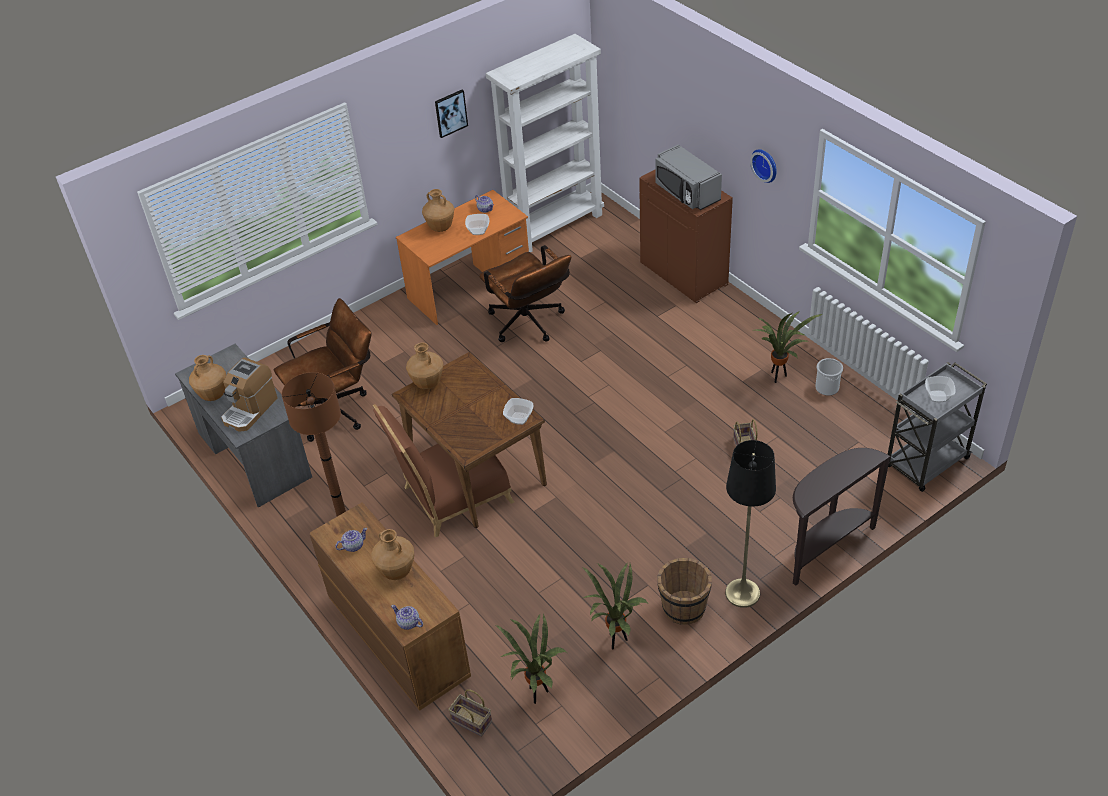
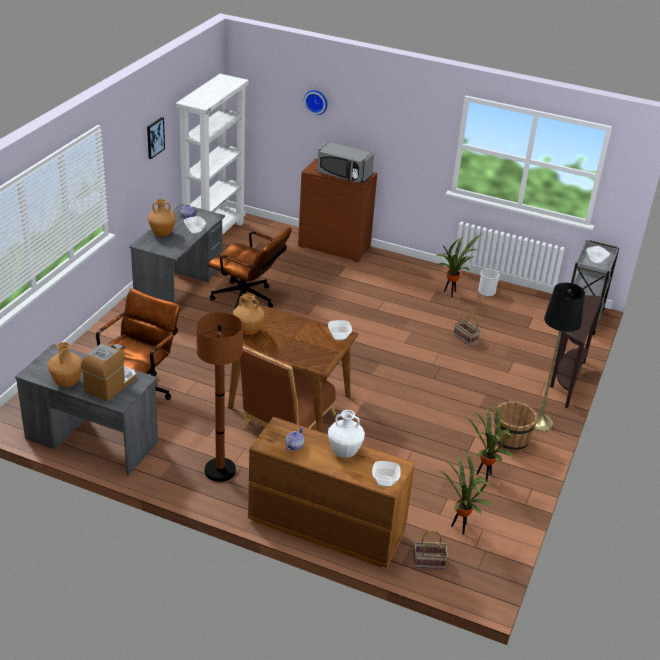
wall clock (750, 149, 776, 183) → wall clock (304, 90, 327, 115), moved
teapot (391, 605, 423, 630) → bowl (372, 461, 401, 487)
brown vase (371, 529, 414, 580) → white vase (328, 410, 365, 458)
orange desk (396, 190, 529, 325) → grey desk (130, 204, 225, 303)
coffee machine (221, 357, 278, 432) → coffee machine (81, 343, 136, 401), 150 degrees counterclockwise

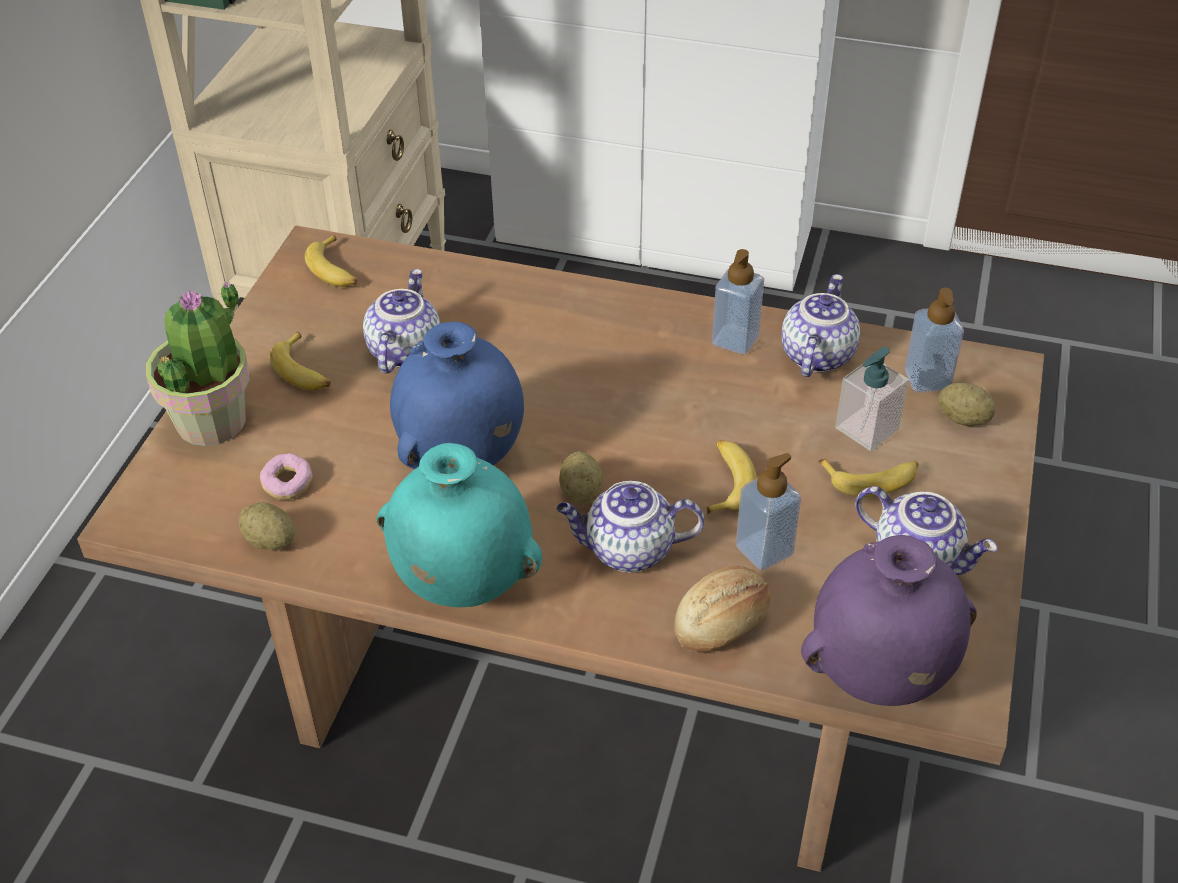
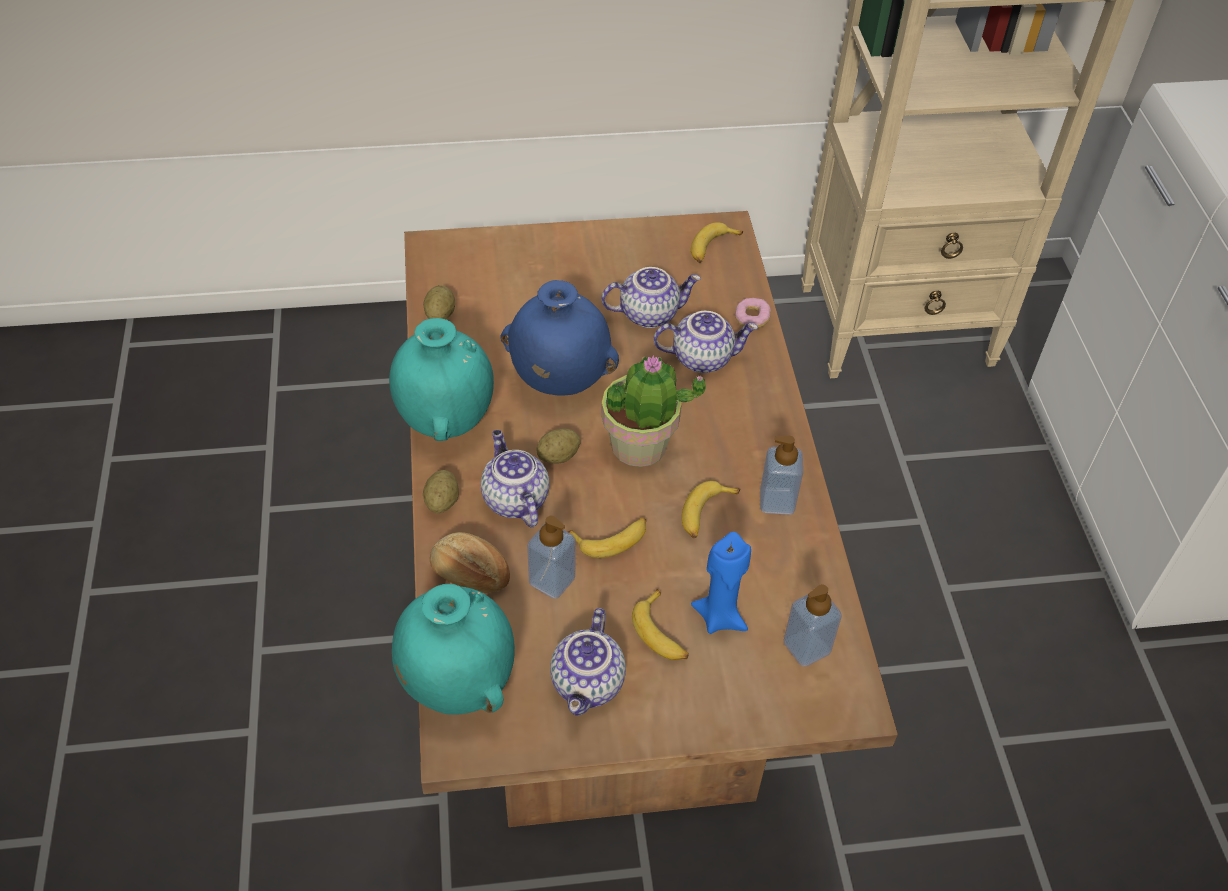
potted plant (146, 281, 250, 446) → potted plant (601, 355, 706, 467), moved
donut (260, 453, 312, 500) → donut (735, 298, 771, 328), moved
banana (270, 331, 331, 391) → banana (682, 481, 740, 538), moved
teapot (781, 274, 860, 377) → teapot (654, 311, 758, 373), moved
potato (938, 383, 996, 426) → potato (423, 470, 459, 514), moved
soap dispenser (835, 347, 909, 451) → blue candle (691, 532, 751, 634)
purple vase (801, 535, 977, 706) → turquoise vase (392, 584, 515, 715)

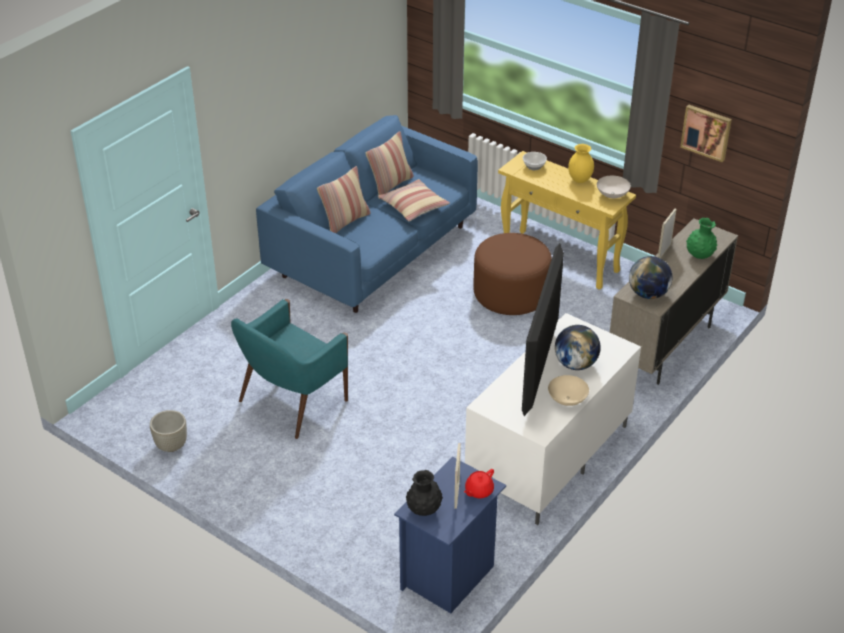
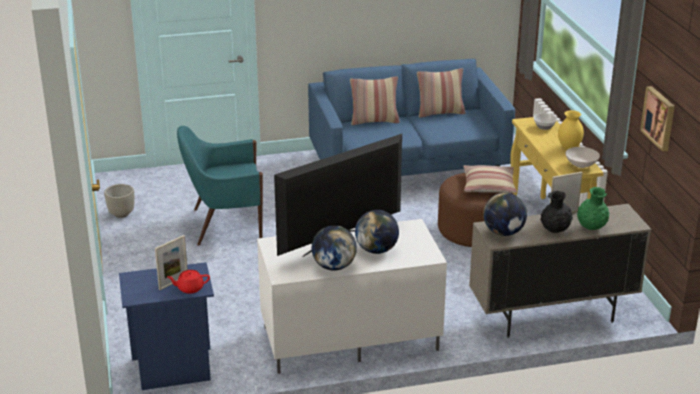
pillow (378, 179, 450, 221) → pillow (463, 165, 517, 193), moved
black vase (406, 470, 443, 516) → black vase (540, 191, 573, 233), moved
beige bowl (548, 375, 589, 406) → globe (312, 225, 357, 271)

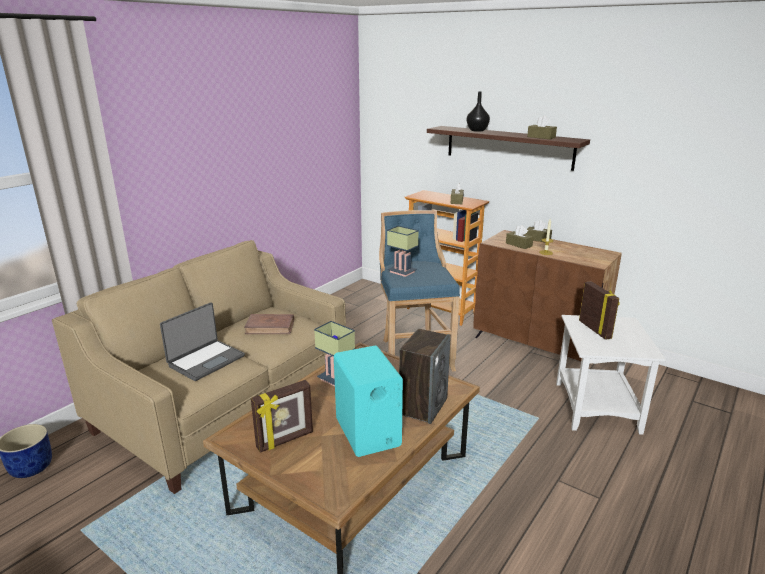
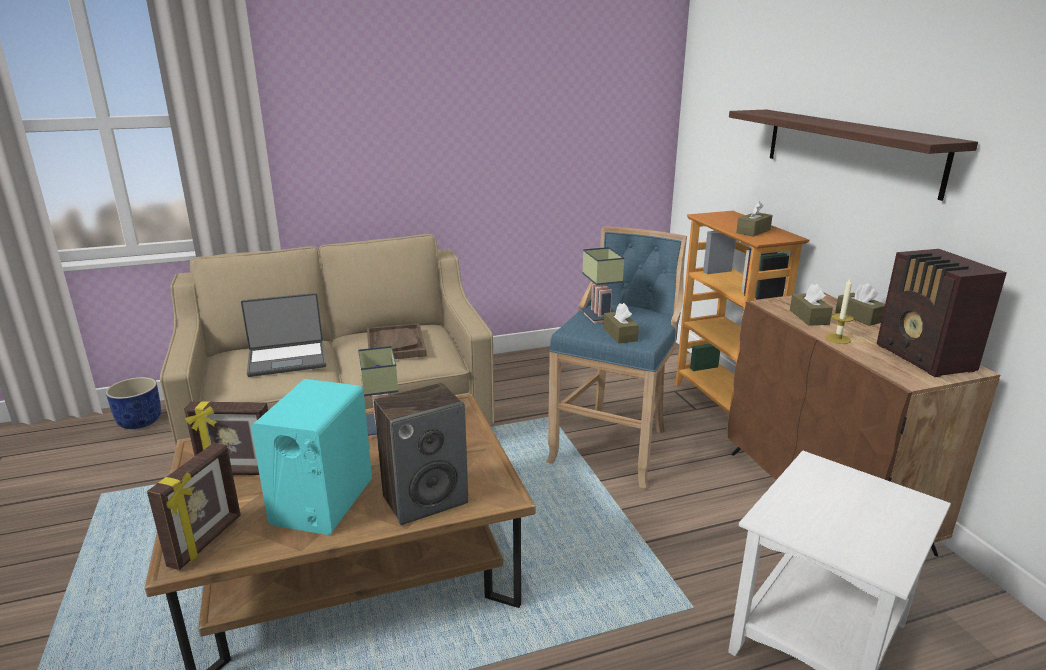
black vase (467, 91, 490, 132) → -
- → radio (877, 249, 1007, 377)
brown tissue box (527, 115, 557, 139) → brown tissue box (603, 303, 639, 344), moved
picture frame (579, 281, 620, 340) → picture frame (147, 442, 241, 570), moved
brown book (244, 314, 294, 334) → brown tray (367, 323, 427, 359)

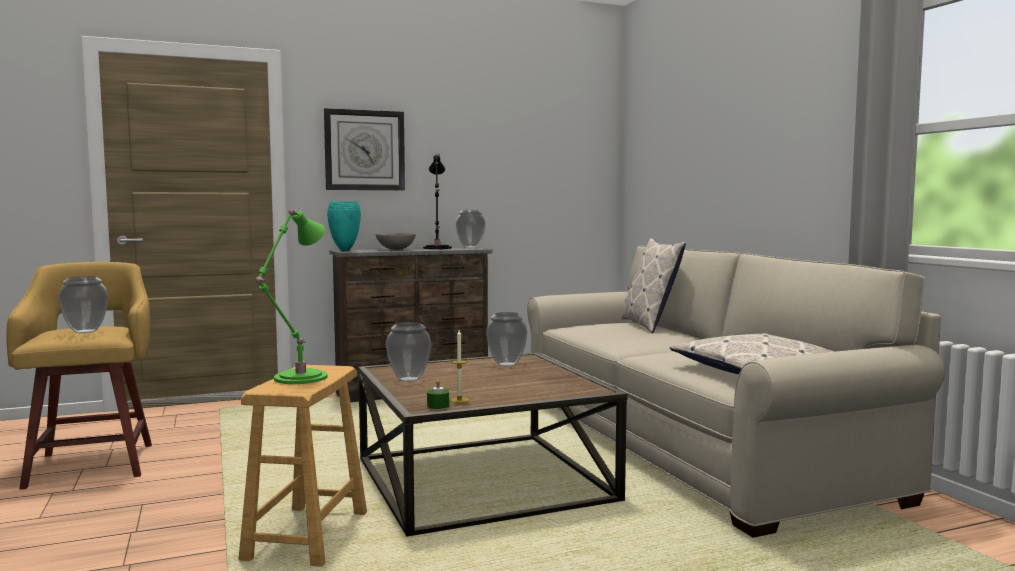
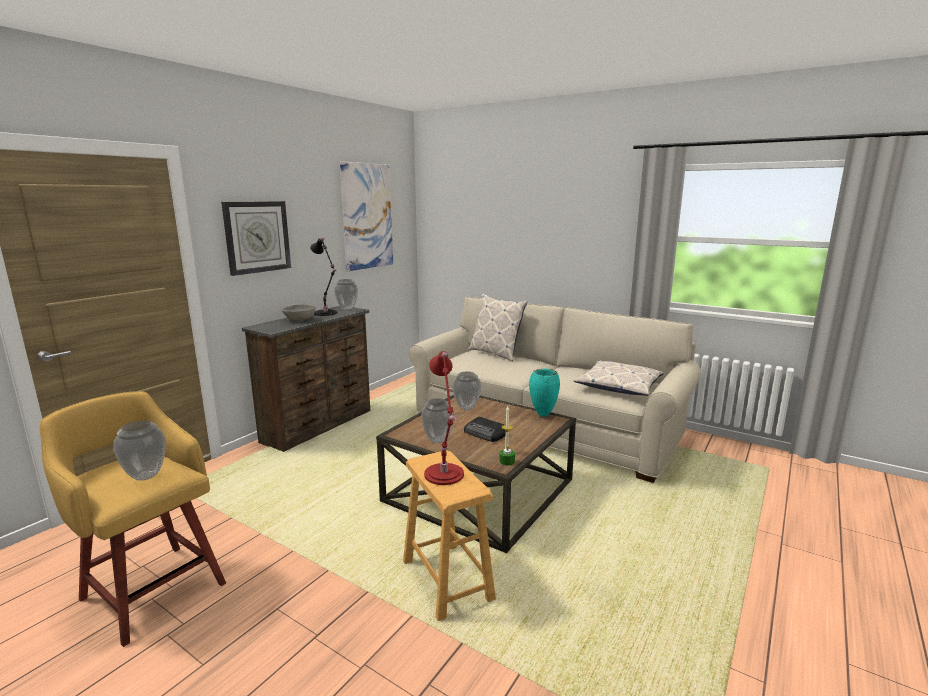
- → picture (340, 161, 393, 271)
- → radio (464, 417, 506, 442)
turquoise vase (327, 201, 361, 251) → turquoise vase (529, 368, 560, 417), moved
green table lamp (256, 209, 328, 384) → red table lamp (424, 351, 464, 485)

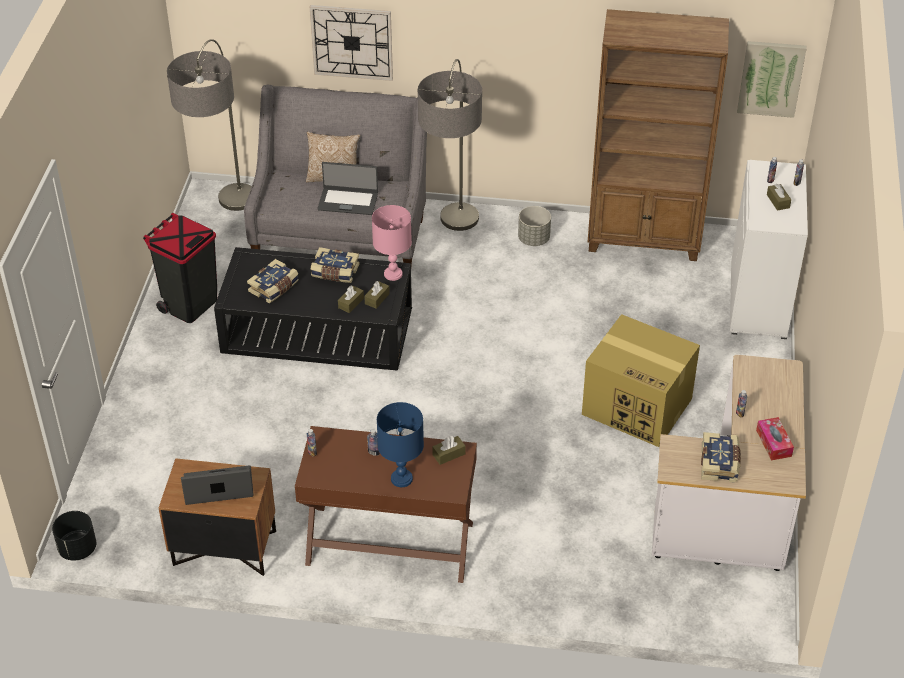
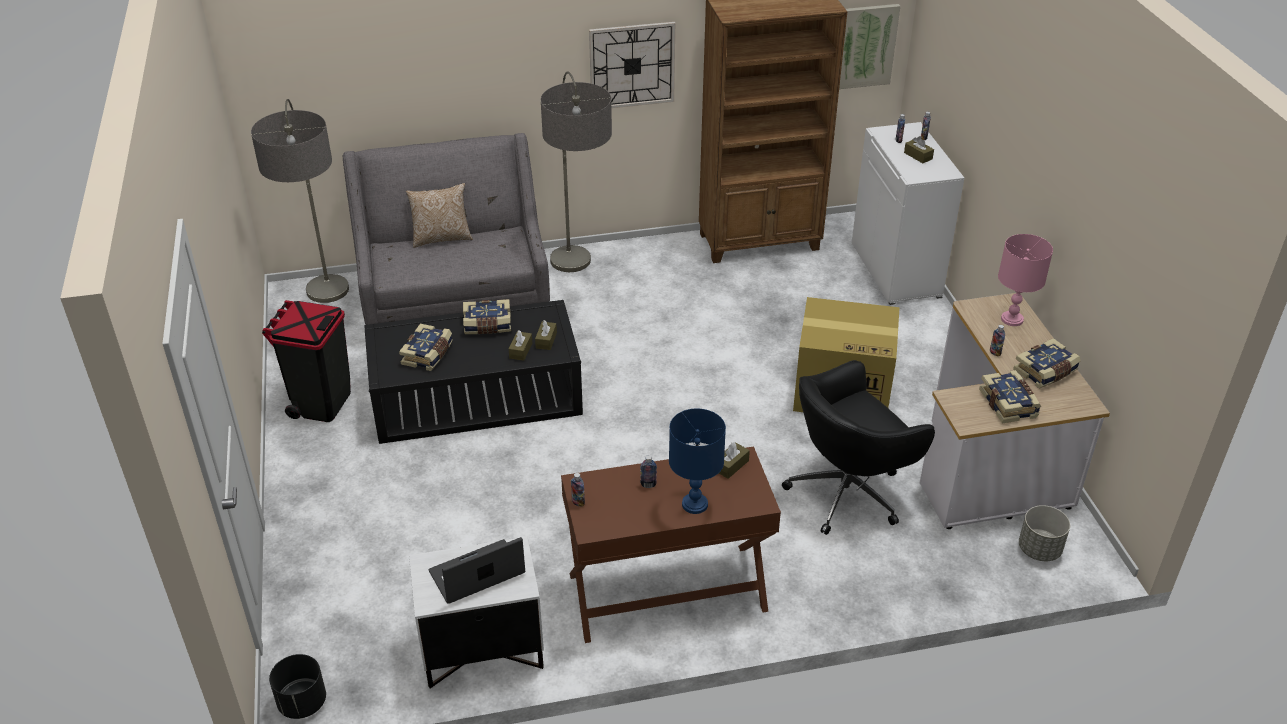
laptop (317, 162, 378, 215) → -
- → black office chair (782, 360, 935, 535)
wall clock (310, 5, 393, 81) → wall clock (589, 22, 675, 108), moved
pink table lamp (372, 205, 412, 281) → pink table lamp (998, 234, 1053, 326), moved
grey planter (518, 206, 551, 246) → grey planter (1019, 505, 1070, 561), moved
tissue box (756, 417, 794, 460) → book (1013, 338, 1080, 389)
brown nightstand (159, 458, 276, 576) → white nightstand (409, 537, 544, 688)

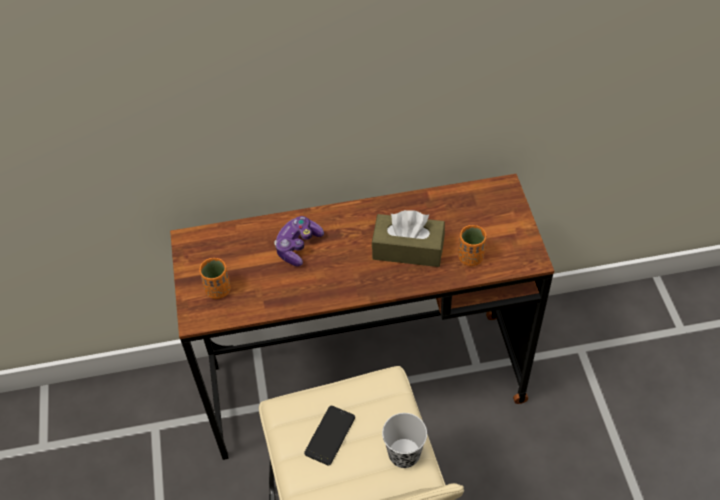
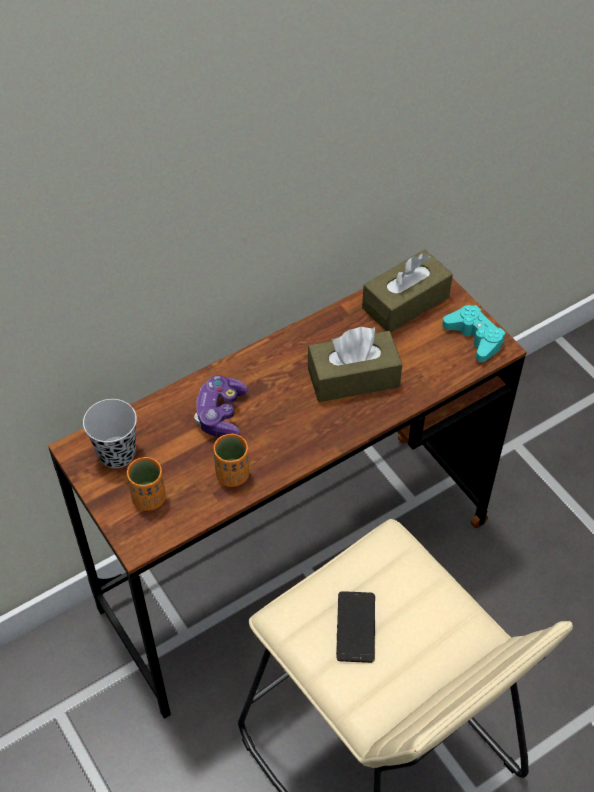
- → brown tissue box (362, 250, 453, 332)
- → turquoise game controller (442, 305, 505, 362)
black cup (382, 413, 427, 468) → black cup (83, 399, 137, 468), moved
orange cup (458, 225, 486, 266) → orange cup (213, 434, 249, 487), moved

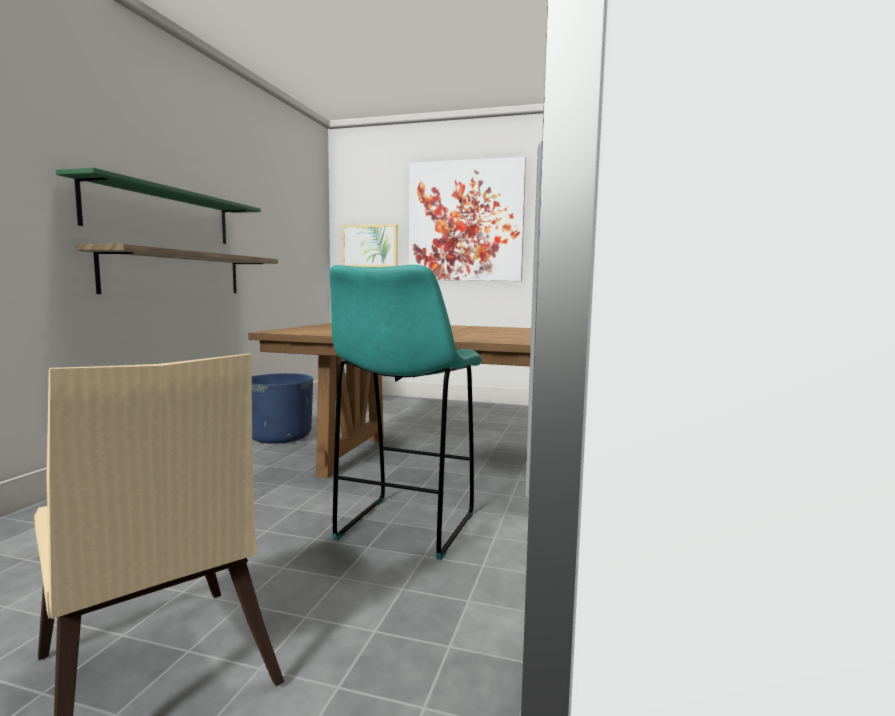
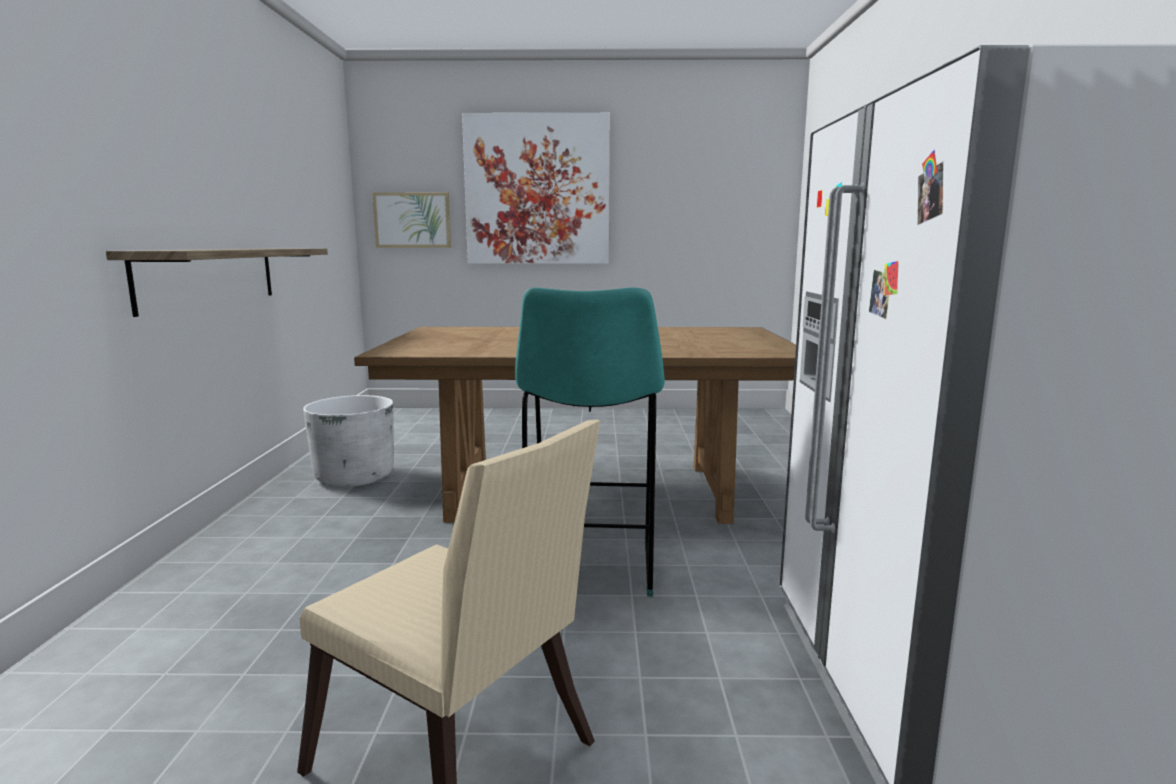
green shelf (56, 168, 261, 244) → -
blue planter (252, 373, 313, 444) → white planter (303, 395, 394, 487)

